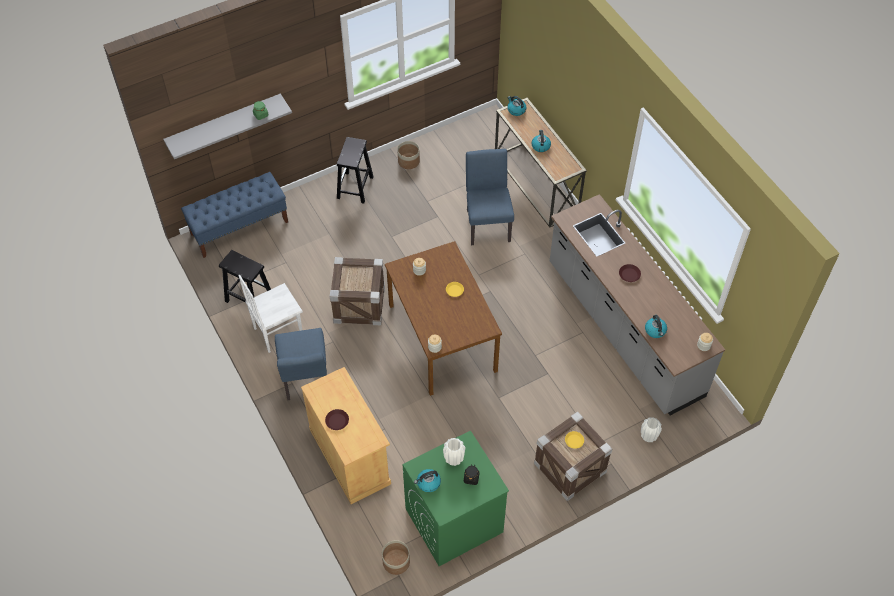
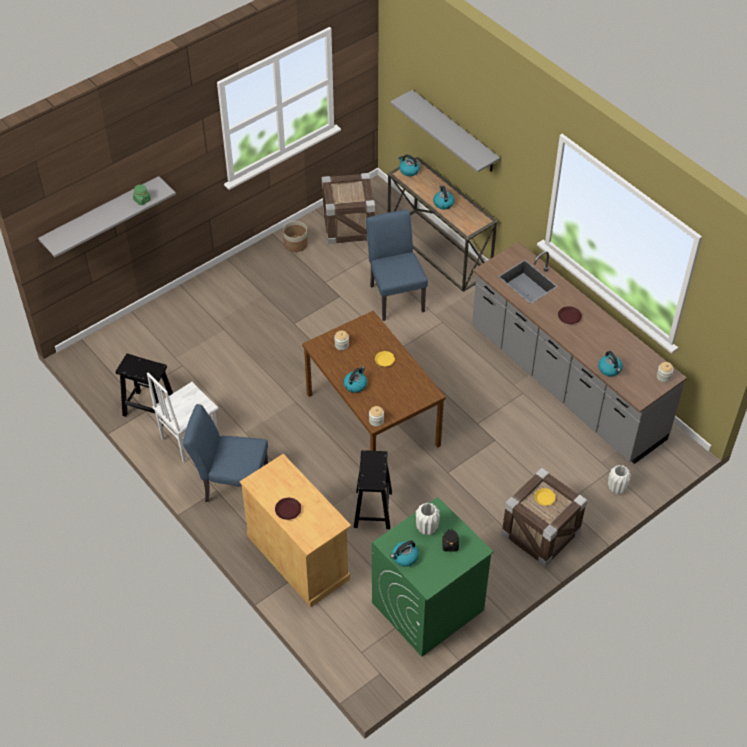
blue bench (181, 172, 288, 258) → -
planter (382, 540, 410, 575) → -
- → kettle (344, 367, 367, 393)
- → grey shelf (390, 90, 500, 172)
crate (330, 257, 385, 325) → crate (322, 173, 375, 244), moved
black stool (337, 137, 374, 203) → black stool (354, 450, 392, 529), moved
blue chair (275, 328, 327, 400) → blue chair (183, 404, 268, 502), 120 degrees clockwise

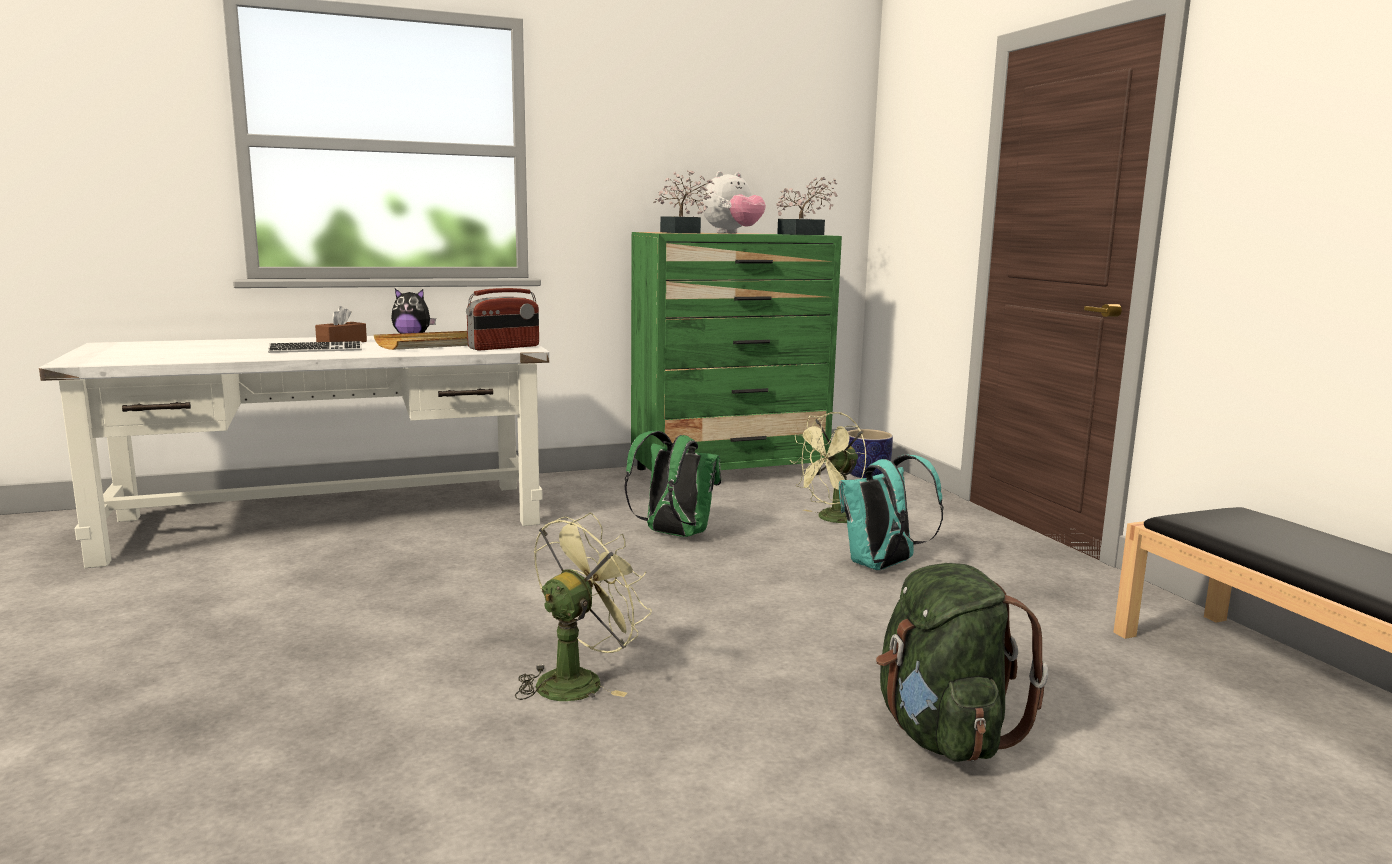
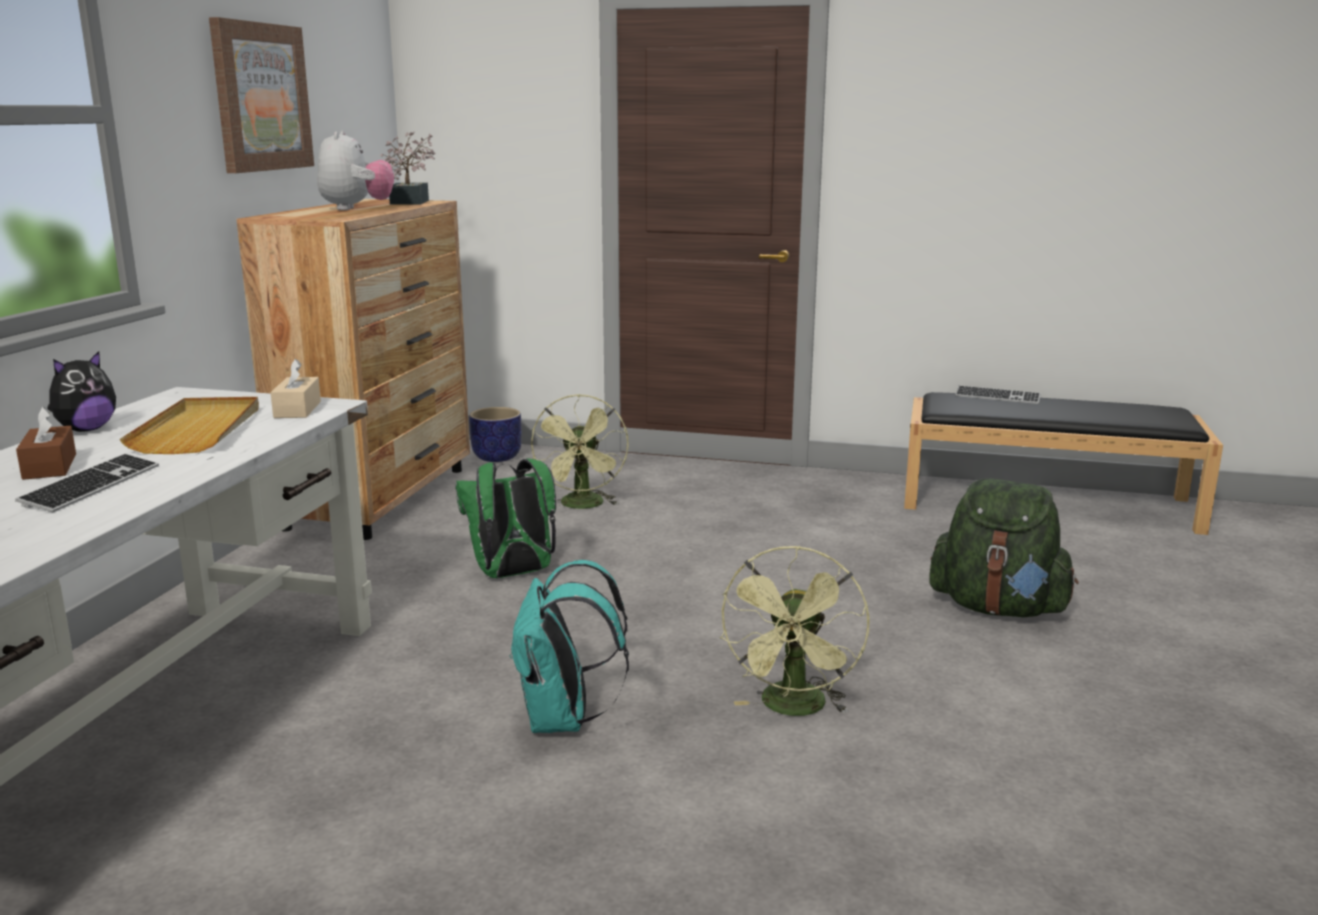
potted plant (653, 170, 714, 233) → -
- → picture (209, 17, 314, 173)
- → keyboard (955, 386, 1041, 404)
turquoise backpack (839, 455, 944, 570) → turquoise backpack (510, 560, 629, 733), moved
radio (466, 288, 539, 350) → beige tissue box (270, 359, 321, 418)
green dresser (631, 232, 842, 475) → brown dresser (236, 199, 470, 540)
green fan (515, 513, 652, 701) → green fan (719, 546, 870, 716), 150 degrees counterclockwise

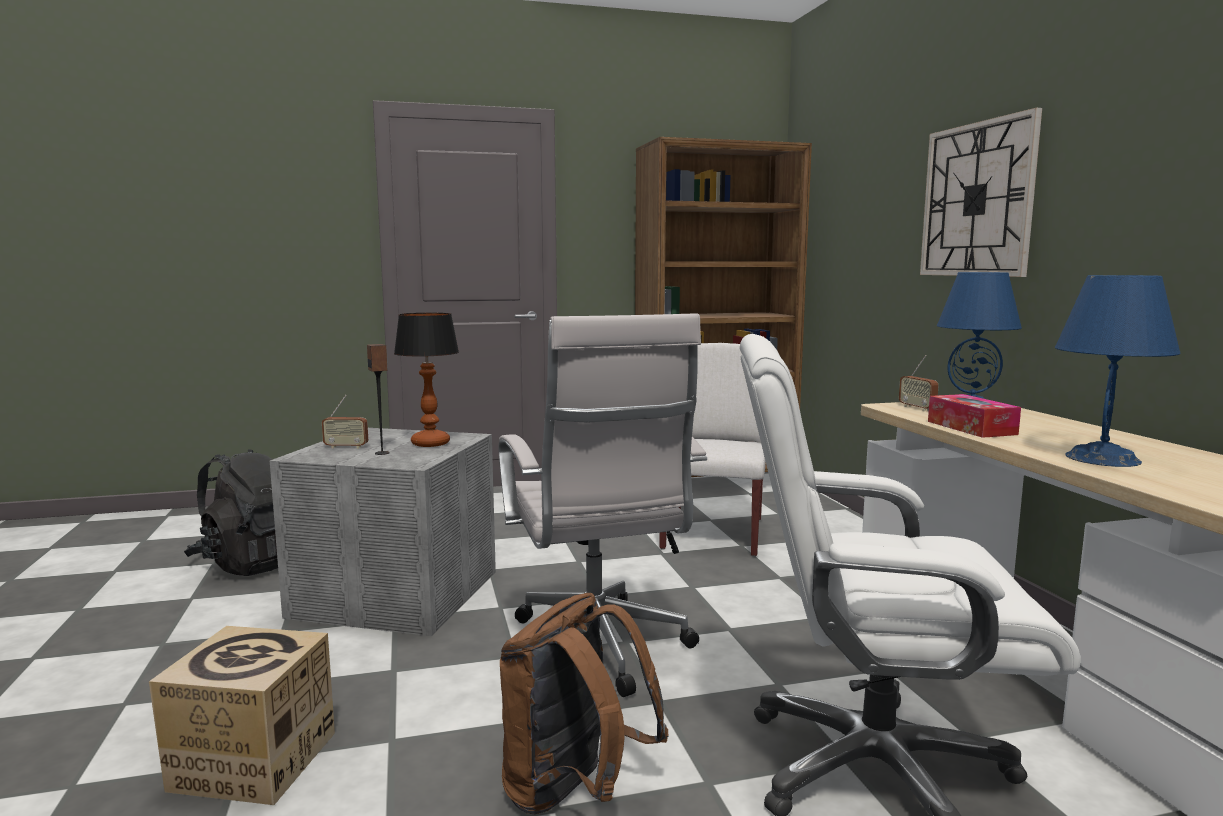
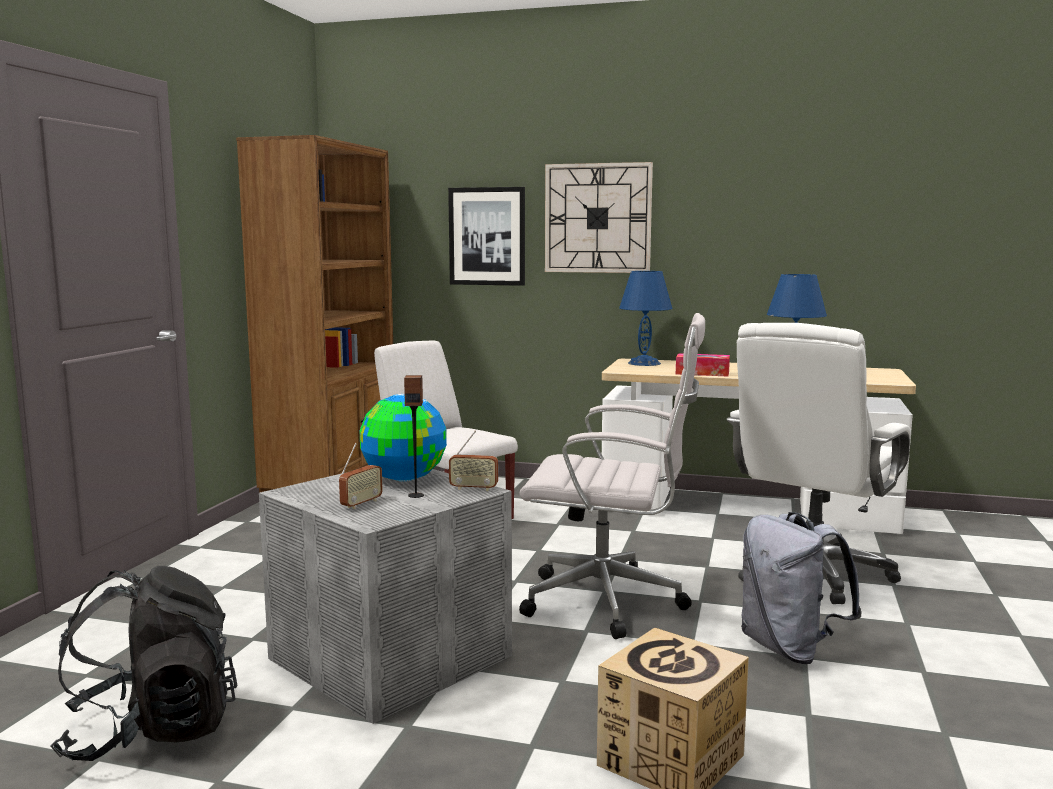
- → picture (448, 187, 525, 286)
radio (899, 355, 939, 411) → radio (449, 430, 498, 491), moved
table lamp (394, 313, 459, 447) → globe (360, 394, 447, 481)
brown backpack (500, 593, 668, 814) → grey backpack (741, 512, 862, 664)

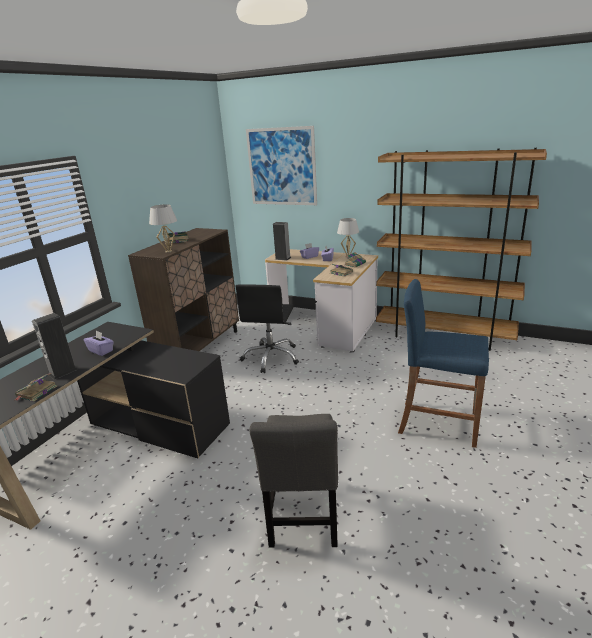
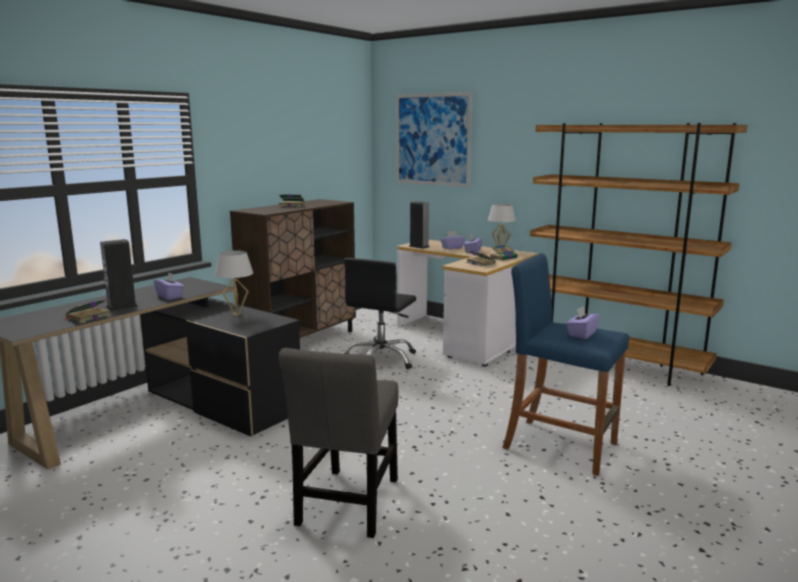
- → purple tissue box (566, 306, 600, 339)
white table lamp (149, 204, 177, 253) → white table lamp (215, 251, 253, 316), moved

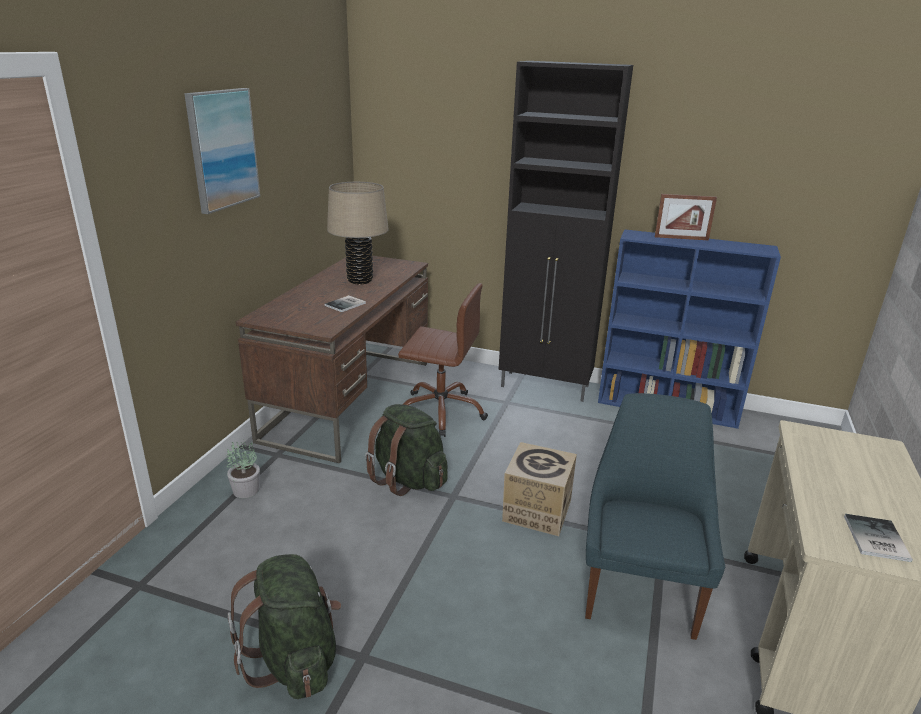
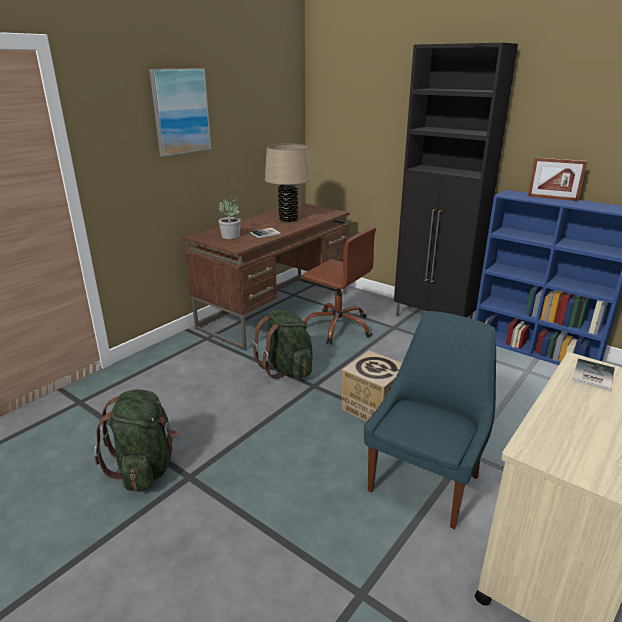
potted plant (227, 439, 260, 498) → potted plant (219, 198, 241, 239), moved
book (844, 514, 913, 562) → book (572, 358, 615, 391), moved

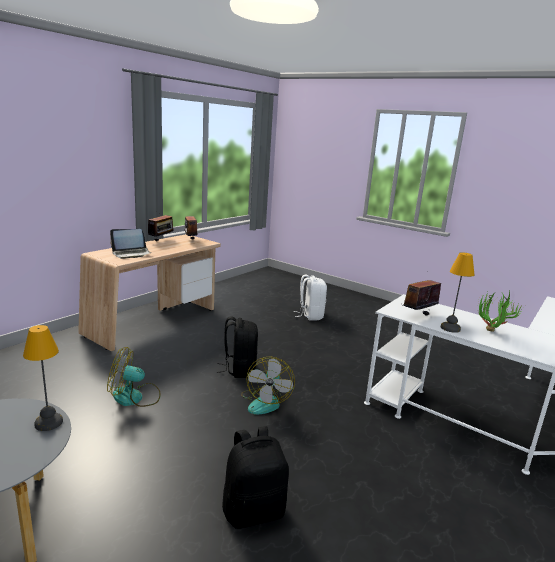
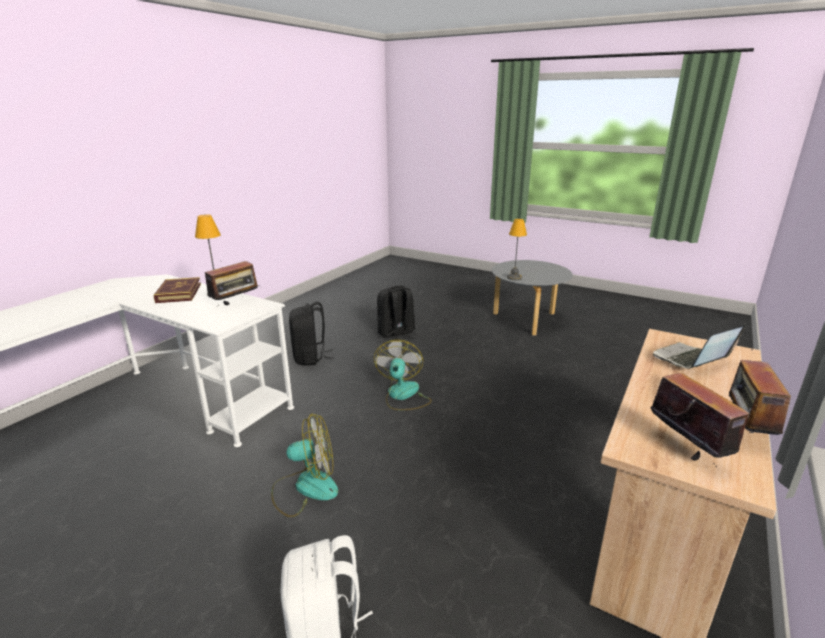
fan (107, 347, 161, 407) → fan (271, 414, 338, 517), moved
black backpack (217, 317, 258, 378) → black backpack (289, 302, 334, 366), moved
potted plant (478, 289, 525, 332) → book (153, 277, 201, 303)

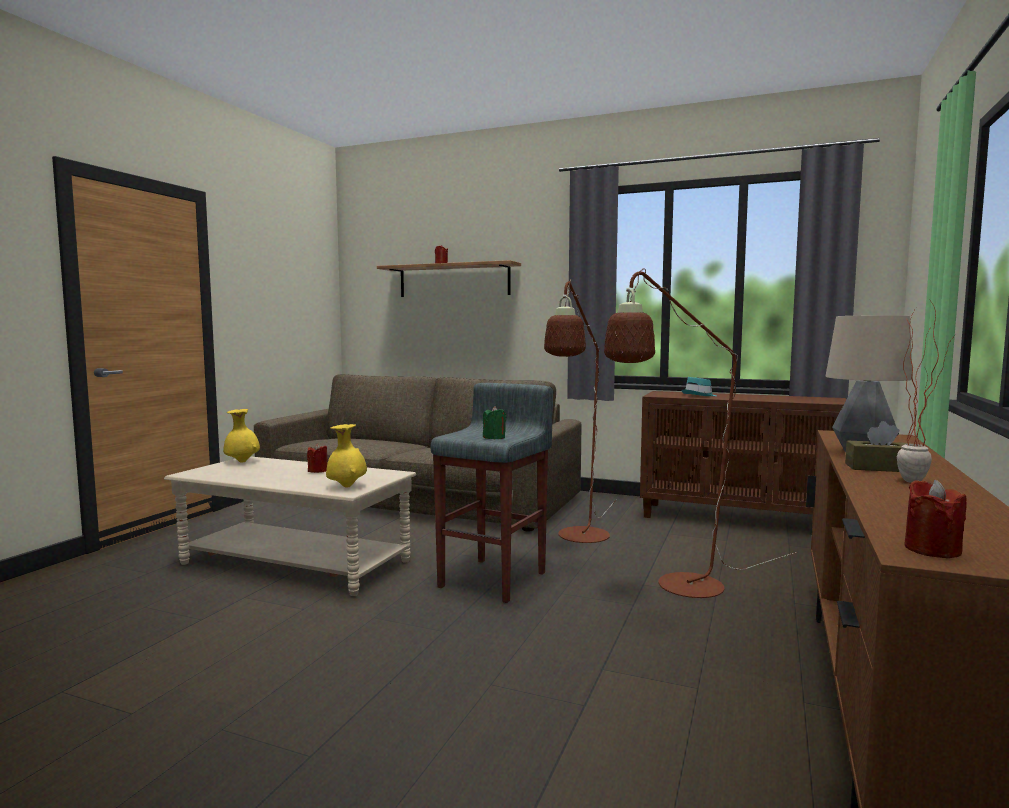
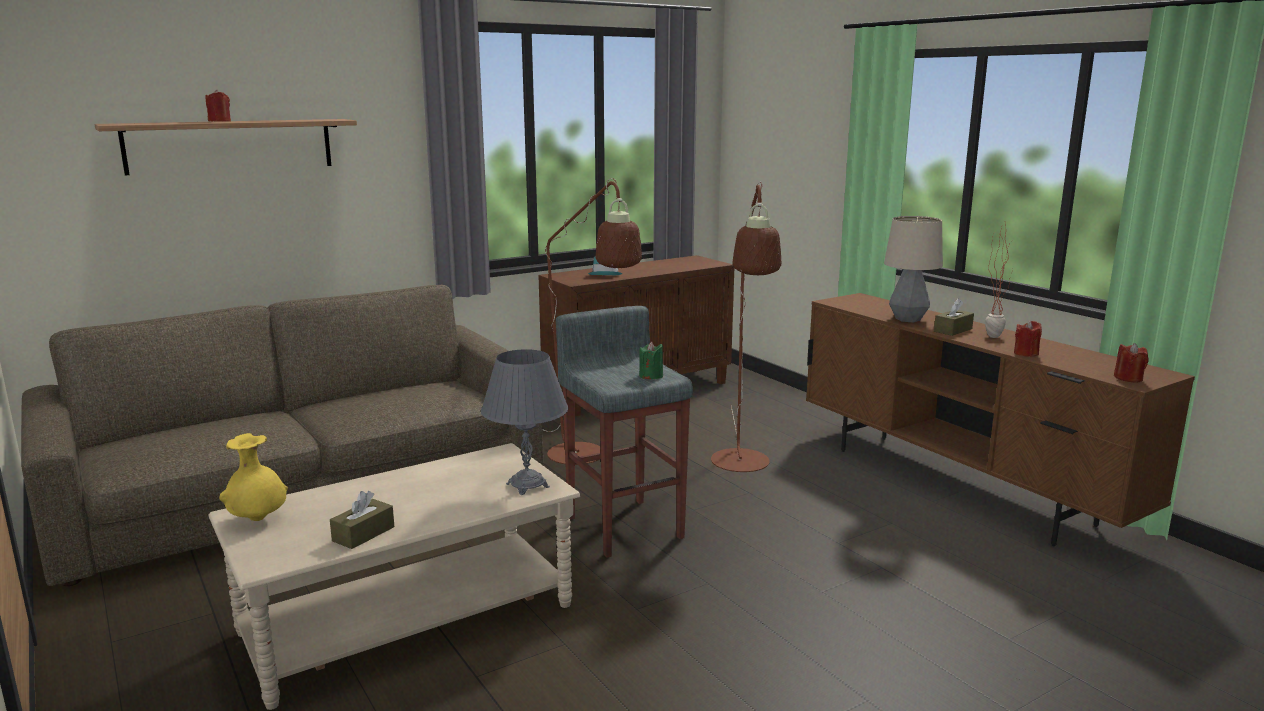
- → brown tissue box (330, 491, 394, 549)
red candle (307, 443, 328, 473) → red candle (1014, 320, 1042, 357), moved
yellow vase (326, 424, 367, 488) → grey table lamp (481, 349, 568, 495)

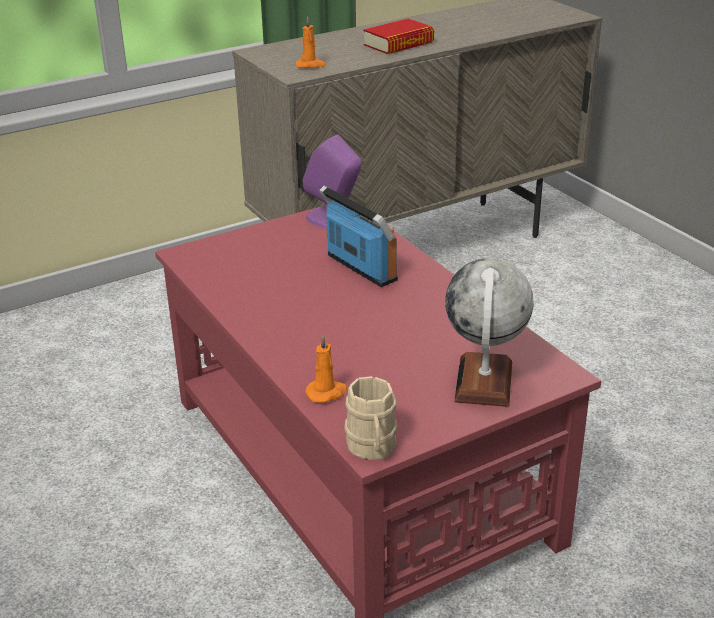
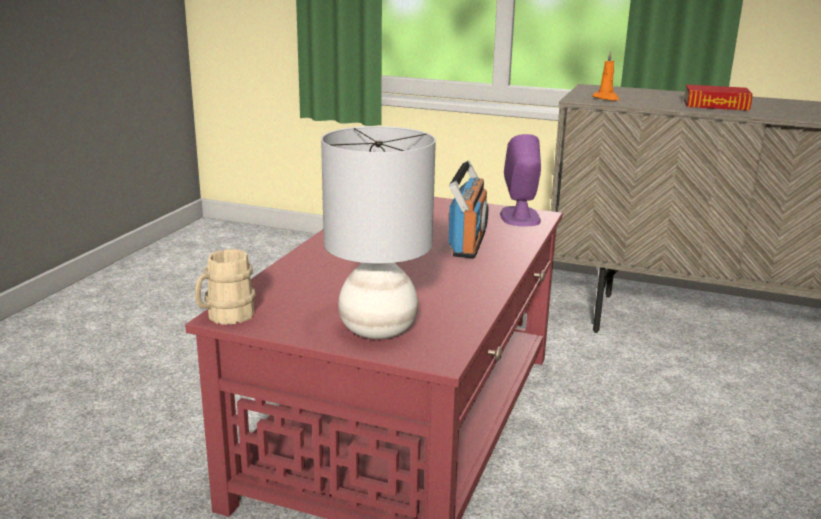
orange candle (305, 334, 347, 403) → -
globe (445, 258, 534, 407) → grey table lamp (321, 126, 436, 339)

